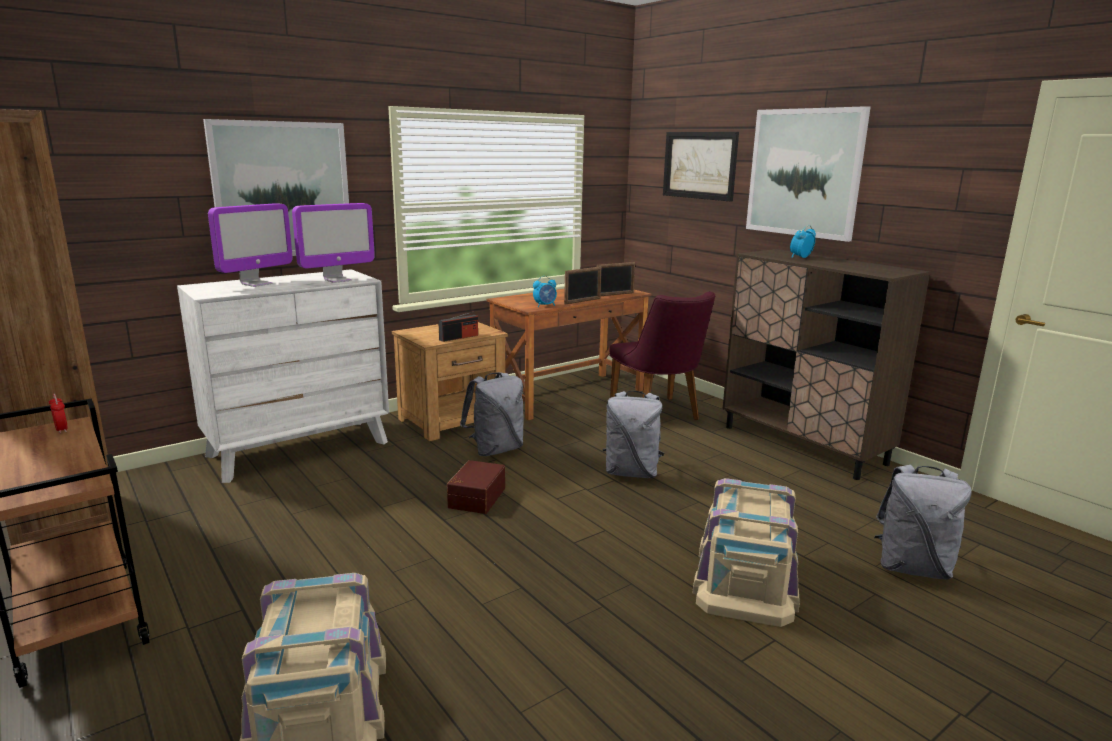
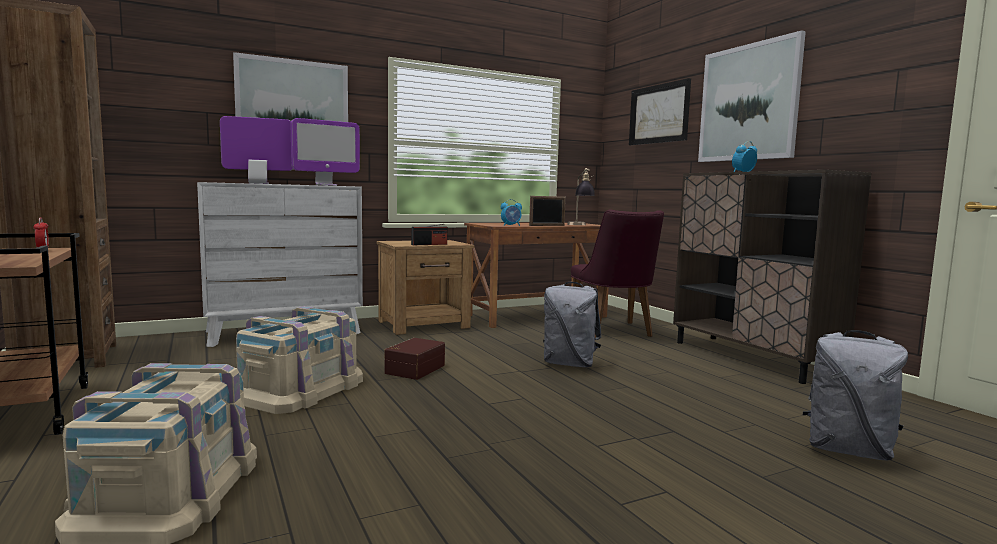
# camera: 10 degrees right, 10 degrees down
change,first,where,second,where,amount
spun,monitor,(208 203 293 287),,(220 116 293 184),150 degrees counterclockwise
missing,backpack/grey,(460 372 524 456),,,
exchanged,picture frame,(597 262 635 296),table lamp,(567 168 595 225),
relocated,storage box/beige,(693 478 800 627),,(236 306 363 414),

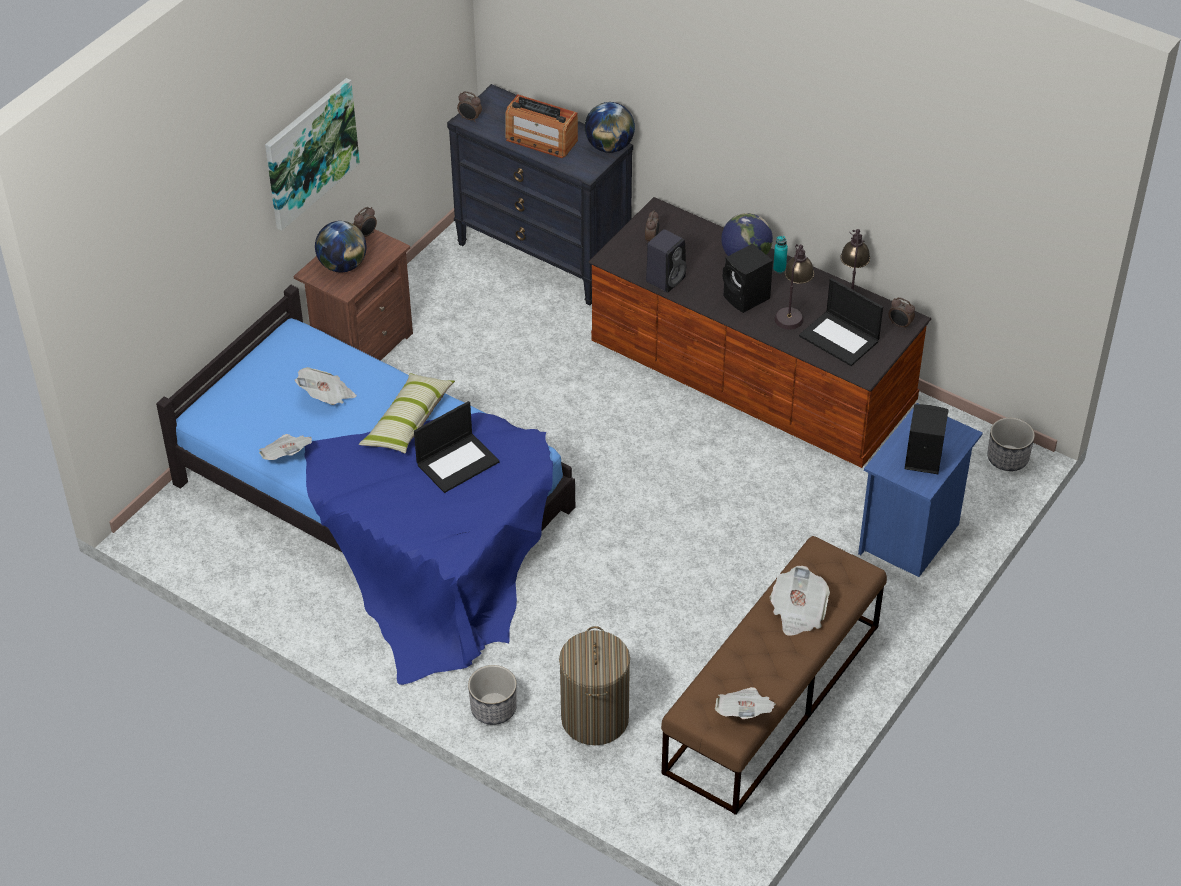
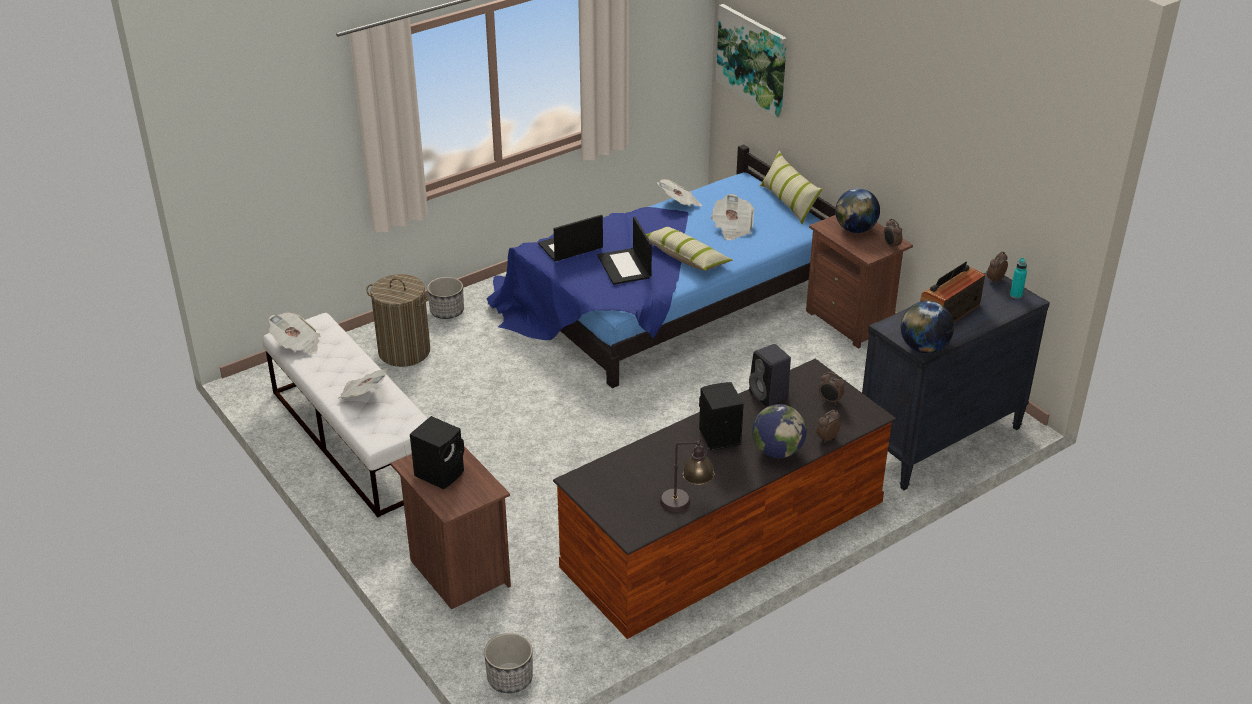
# camera: 110 degrees right, 10 degrees down
change,first,where,second,where,amount
relocated,picture,(265 78 360 231),,(716 4 787 118),
colour,bench/brown,(661 536 887 815),bench/white,(263 313 428 518),
relocated,bottle/turquoise,(773 236 788 273),,(1010 258 1027 299),
missing,table lamp,(775 244 814 330),,,
relocated,laptop,(799 278 883 366),,(538 215 603 262),
colour,nightstand/blue,(858 403 983 577),nightstand/brown,(391 446 511 609),
relocated,alarm clock,(889 297 915 330),,(816 410 841 443),
appeared,,,pillow,(760 151 823 224),

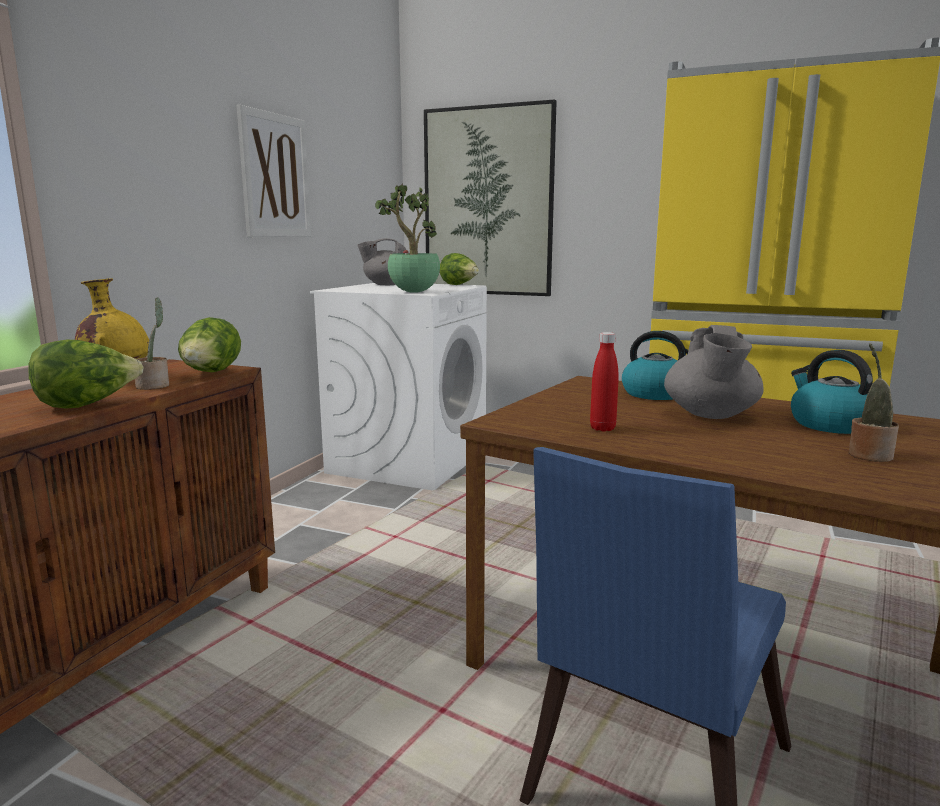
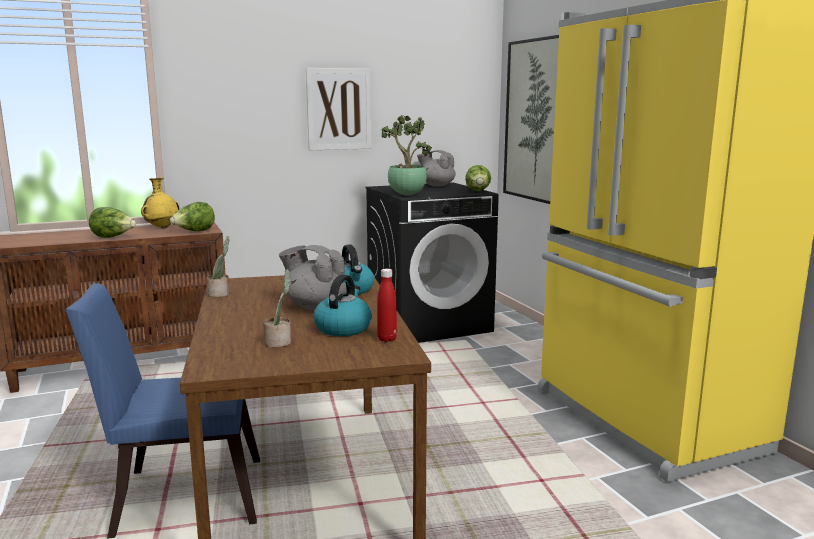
# camera: 45 degrees right, 0 degrees up
change,first,where,second,where,amount
relocated,potted plant,(135 297 169 390),,(207 236 230 297),
colour,washing machine/white,(310 283 487 491),washing machine/black,(365 182 499 343),
relocated,bottle/red,(590 332 619 431),,(377 269 397 342),
spun,teapot/grey,(664 325 763 419),,(279 245 347 310),60 degrees clockwise

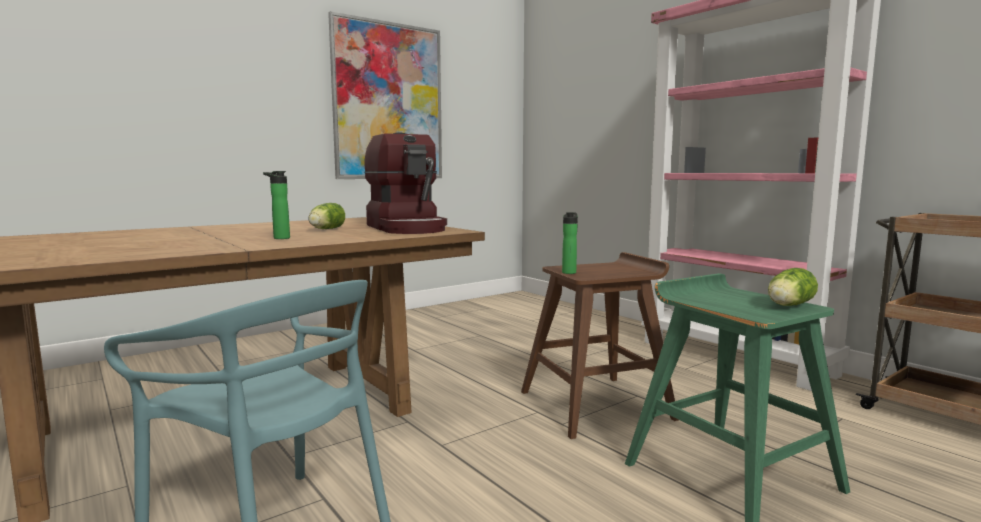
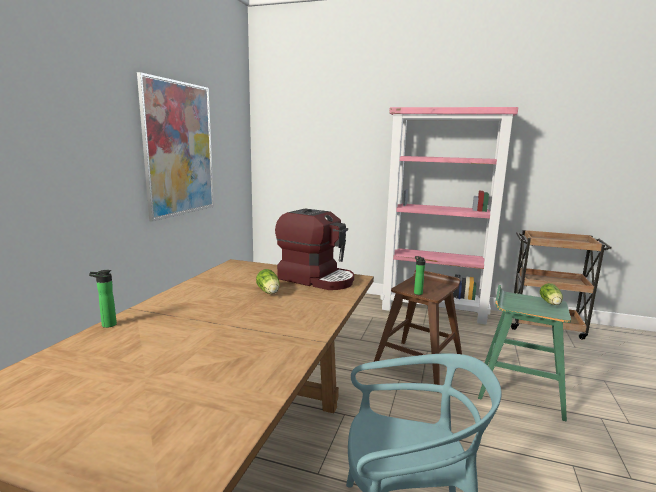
# camera: 35 degrees left, 5 degrees up
change,first,where,second,where,amount
relocated,bottle,(263 171 290 239),,(89 270 117 328),

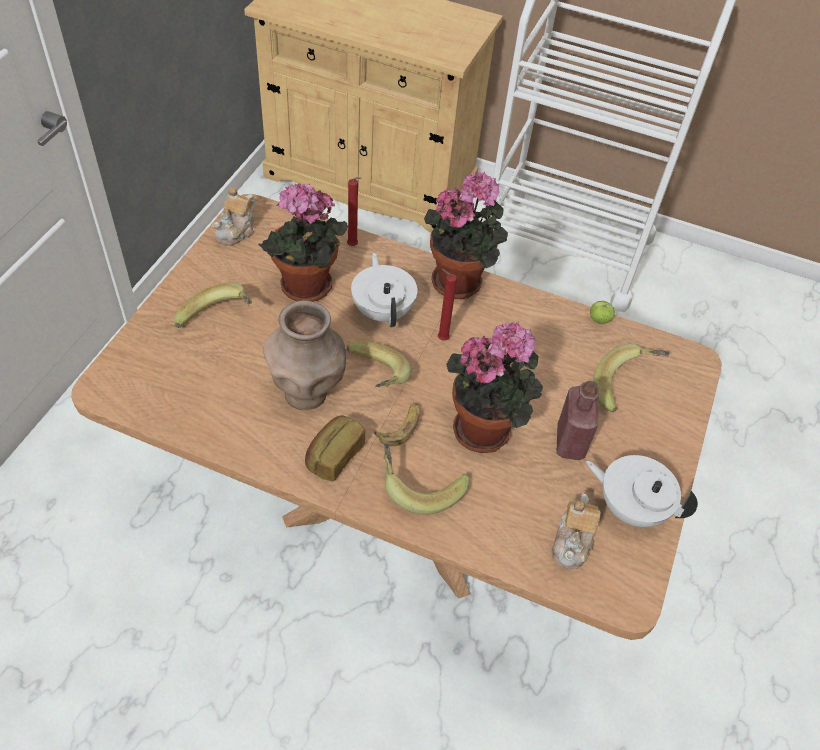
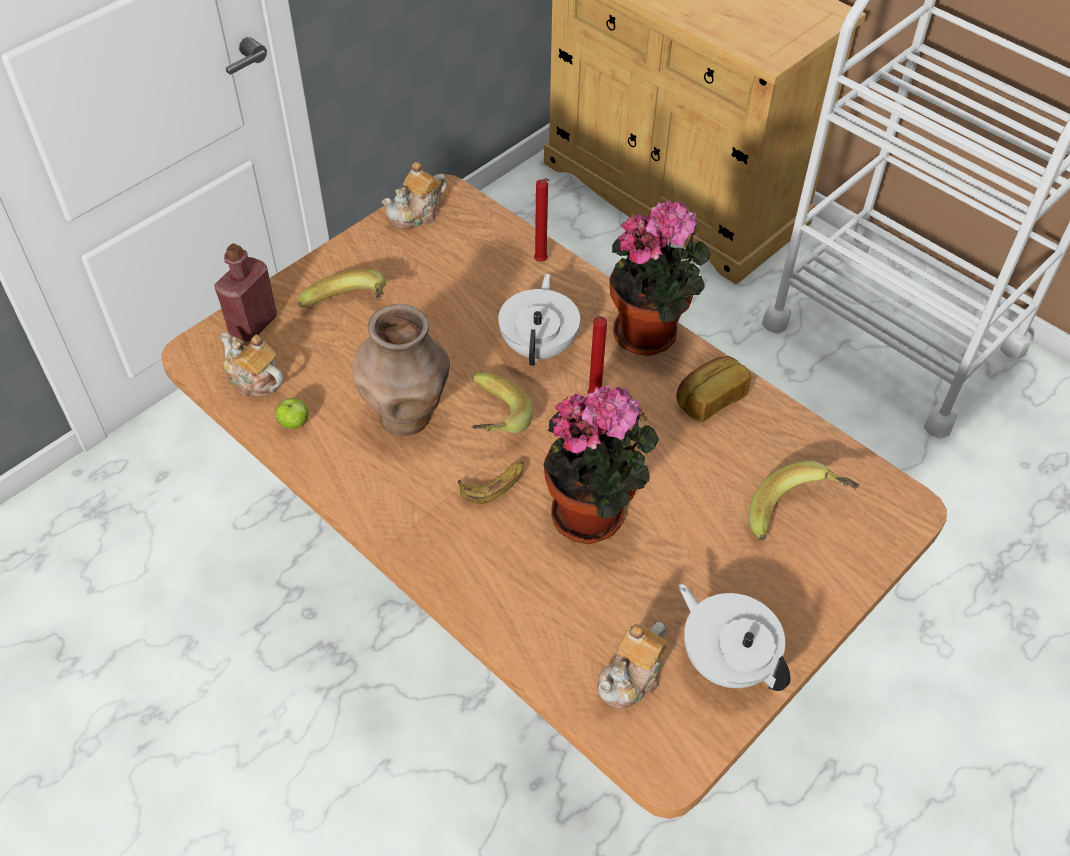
# camera: 25 degrees right, 0 degrees up
change,first,where,second,where,amount
missing,potted plant,(258 183 348 302),,,
relocated,bread,(305 416 365 481),,(676 356 751 423),
missing,banana,(384 444 469 514),,,
relocated,bottle/red,(556 381 599 460),,(214 243 278 341),
relocated,apple,(590 301 615 324),,(276 398 309 429),
appeared,,,teapot,(220 333 284 397),

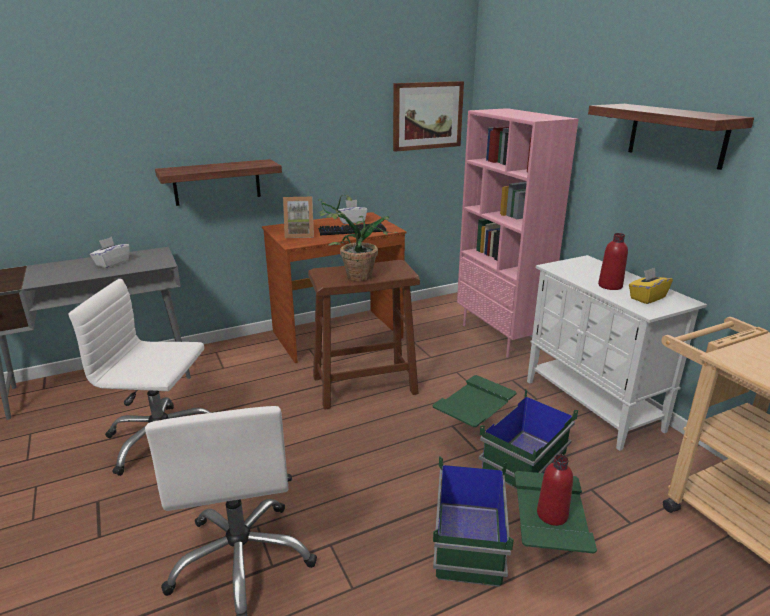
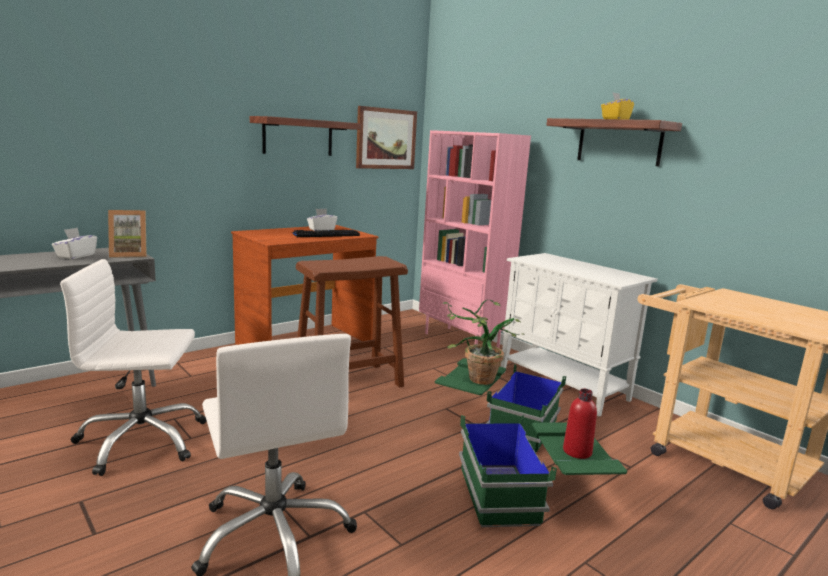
# camera: 15 degrees left, 10 degrees down
change,first,where,second,where,amount
relocated,shelf,(155 159 282 206),,(250 116 361 156),
relocated,picture frame,(283 197 314 238),,(108 210 147 258),
relocated,potted plant,(317 195 398 281),,(442 300 525 385),
missing,bottle/red,(598 233 628 290),,,
relocated,tissue box/yellow,(629 268 673 304),,(601 92 634 120),

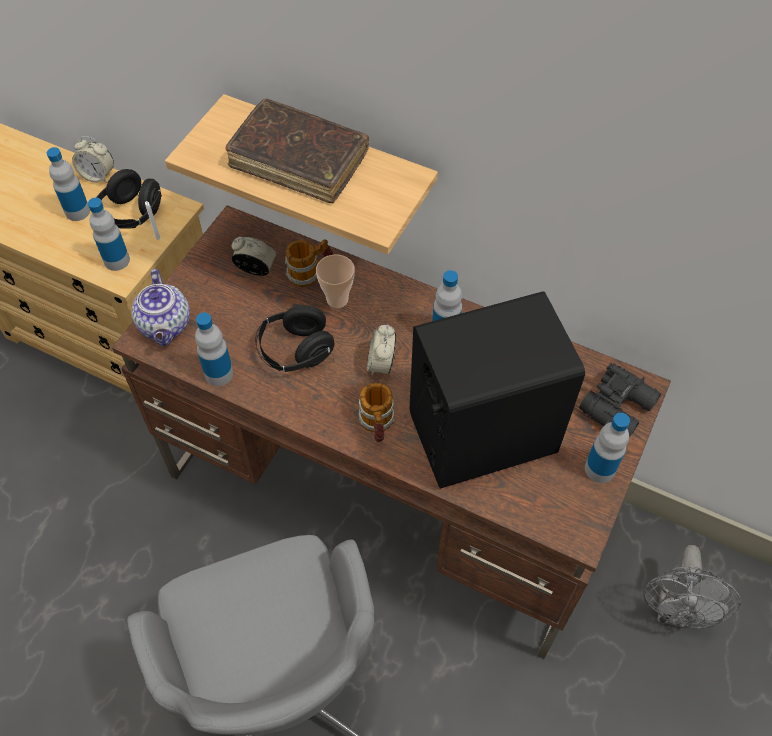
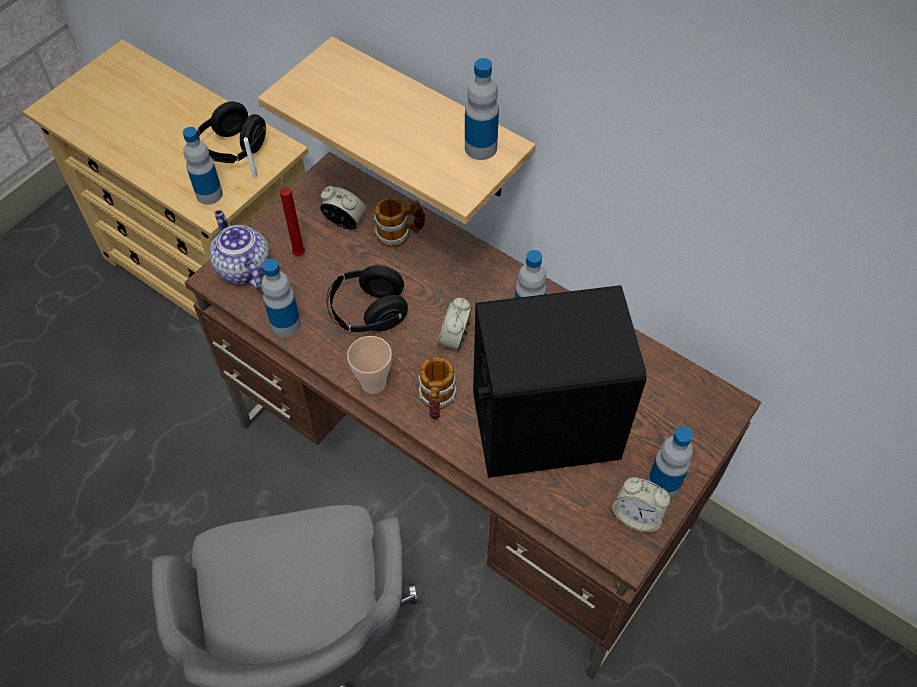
# camera: 10 degrees right, 0 degrees up
change,first,where,second,where,amount
relocated,bottle,(47 147 90 221),,(465 58 499 160),
relocated,alarm clock,(72 136 114 183),,(613 477 670 532),
spun,teapot,(131 269 190 346),,(210 210 270 290),150 degrees clockwise
missing,book/brown,(225 98 369 203),,,
relocated,cup,(316 254 355 308),,(347 336 392 394),
missing,binoculars/black,(579 363 661 437),,,
missing,fan/grey,(643 545 741 629),,,
appeared,,,candle/red,(280 175 305 256),

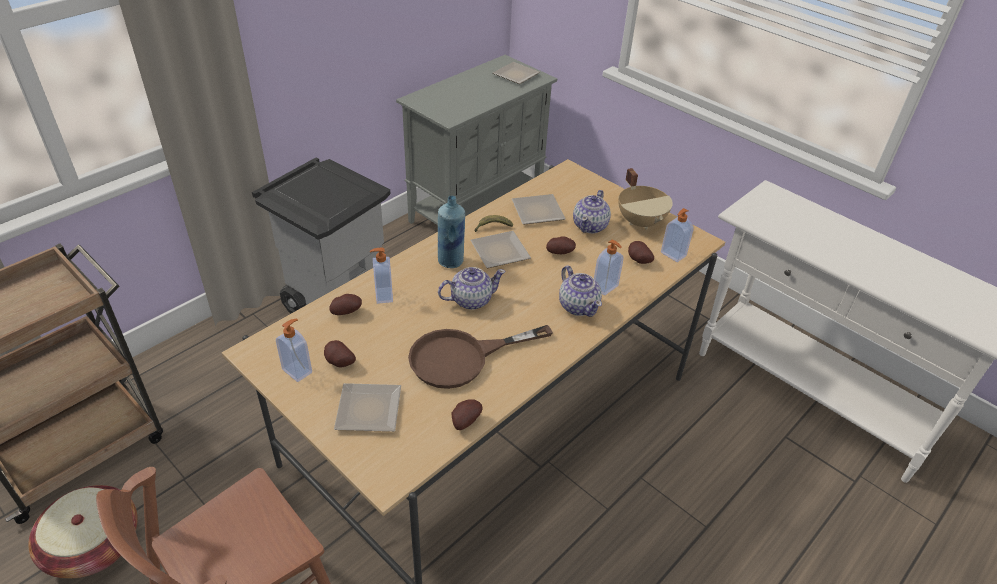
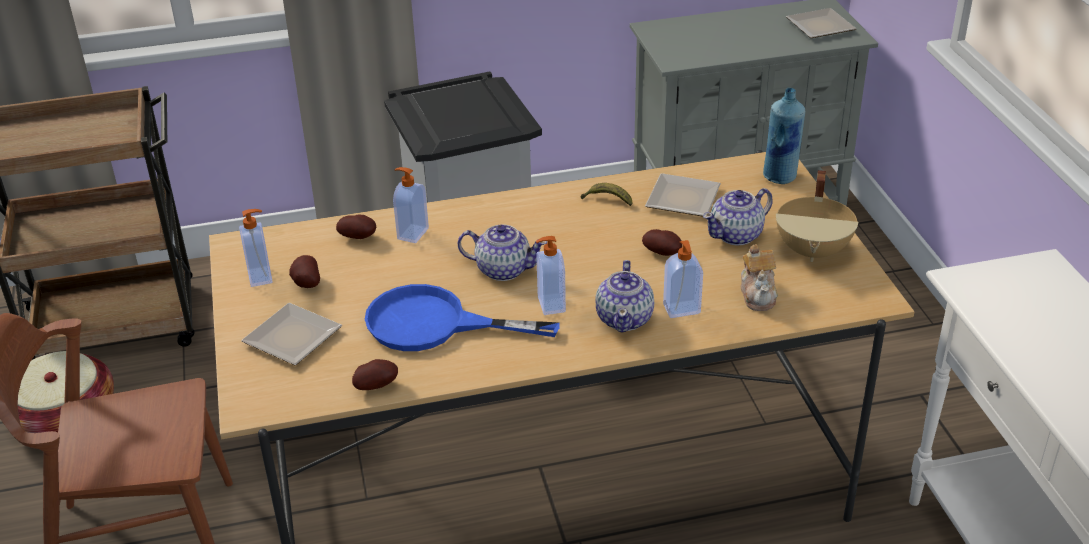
# camera: 35 degrees right, 5 degrees down
change,first,where,second,where,amount
colour,frying pan/brown,(408 325 553 389),frying pan/blue,(365 284 559 351),
relocated,bottle/blue,(438 196 465 268),,(763 88 805 184),
missing,plate,(470 231 531 268),,,
exchanged,potato,(628 241 654 264),teapot,(741 244 778 311),
relocated,soap dispenser,(661 208 693 262),,(536 236 566 315),

